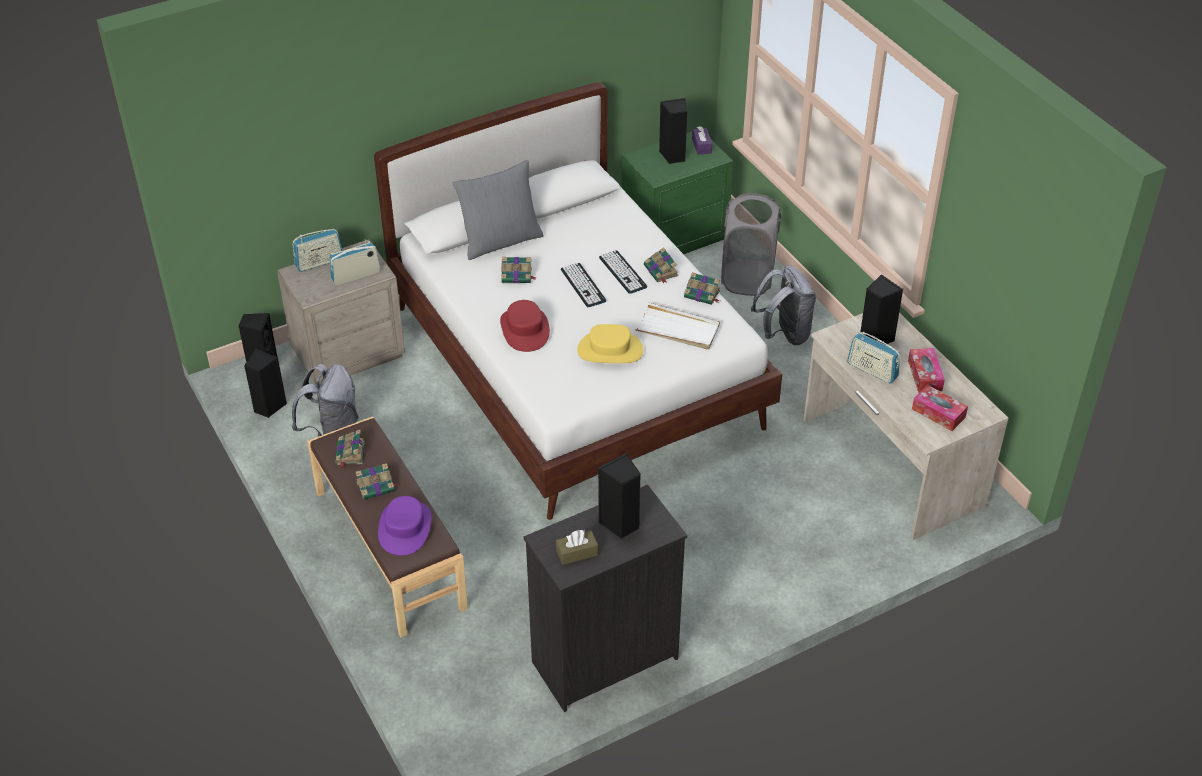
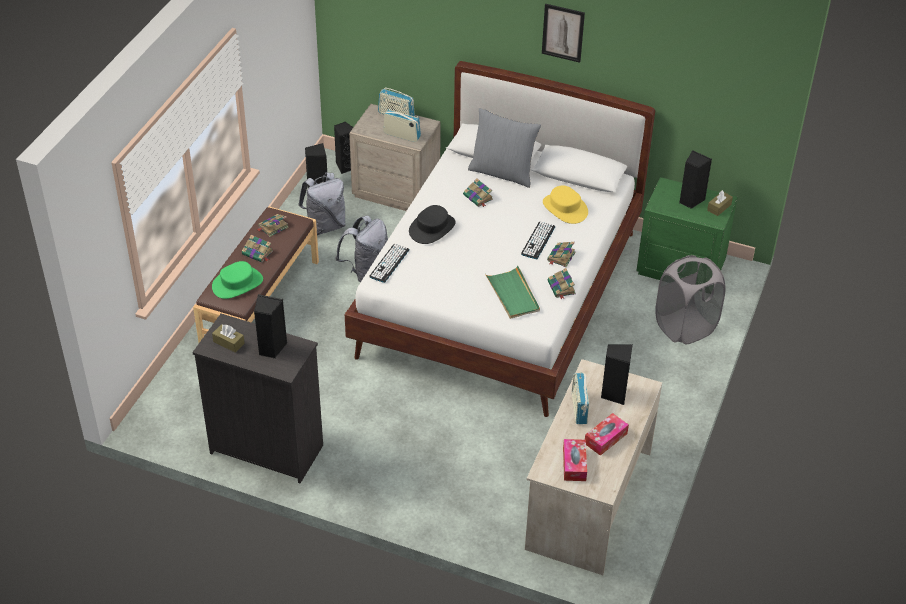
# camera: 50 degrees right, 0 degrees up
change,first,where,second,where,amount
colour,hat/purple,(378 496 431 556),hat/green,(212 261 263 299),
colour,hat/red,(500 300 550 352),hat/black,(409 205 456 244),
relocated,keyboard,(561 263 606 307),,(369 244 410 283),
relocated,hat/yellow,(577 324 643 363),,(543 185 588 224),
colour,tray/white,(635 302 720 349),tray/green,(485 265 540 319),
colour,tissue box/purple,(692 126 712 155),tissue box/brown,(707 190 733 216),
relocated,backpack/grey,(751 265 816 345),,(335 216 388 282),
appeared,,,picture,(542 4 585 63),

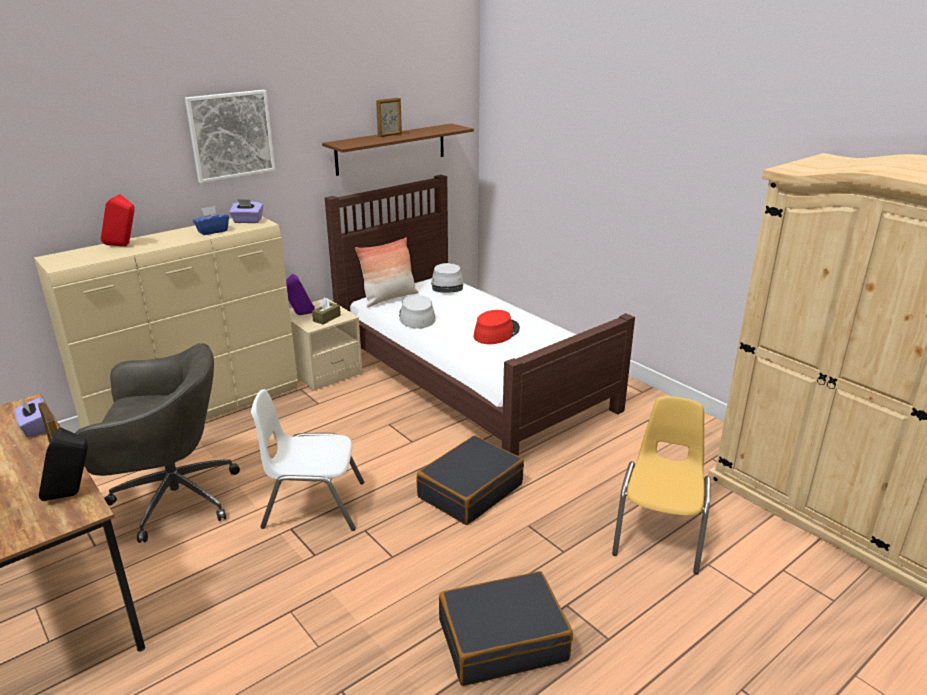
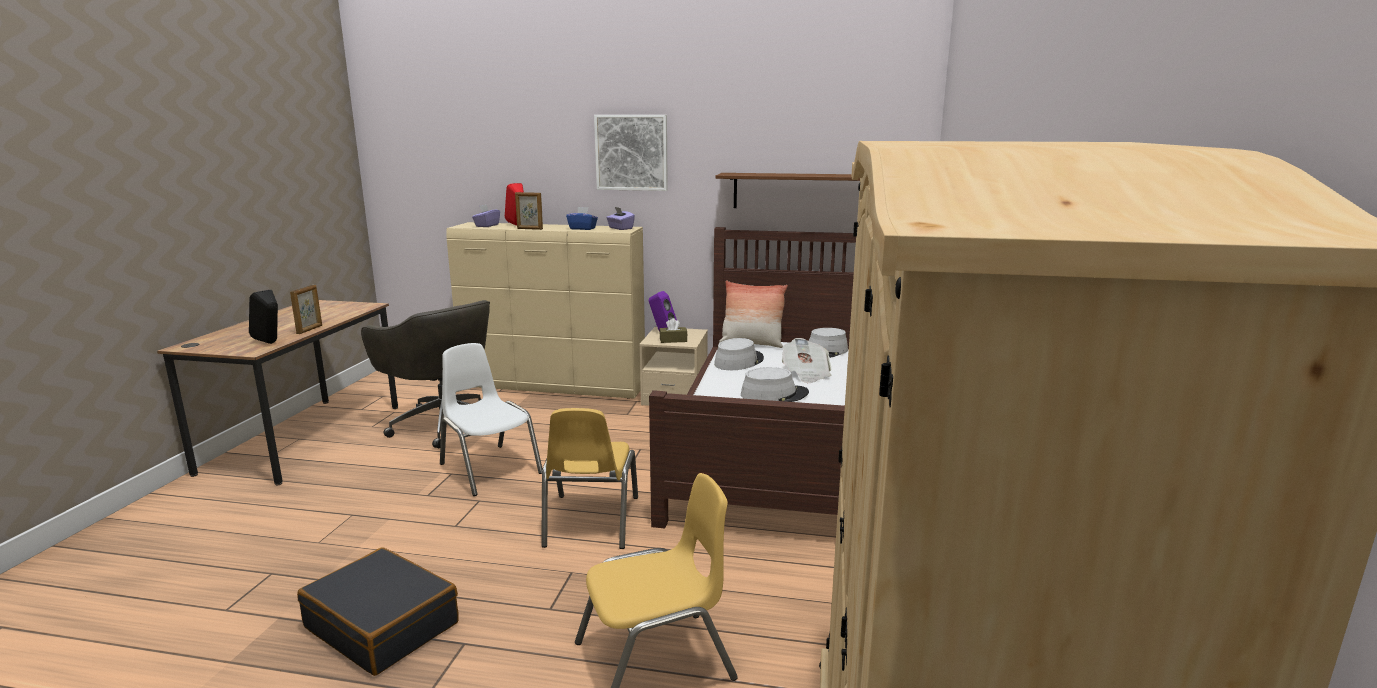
# camera: 50 degrees right, 10 degrees down
change,first,where,second,where,amount
relocated,tissue box/purple,(15 397 46 437),,(472 204 500 227),
relocated,picture frame,(376 98 402 137),,(515 192 543 230),
exchanged,suitcase/black,(417 436 524 525),chair/yellow,(541 408 638 549),
colour,hat/red,(474 310 520 344),hat/grey,(741 367 809 402),
appeared,,,newspaper,(782 338 832 383),

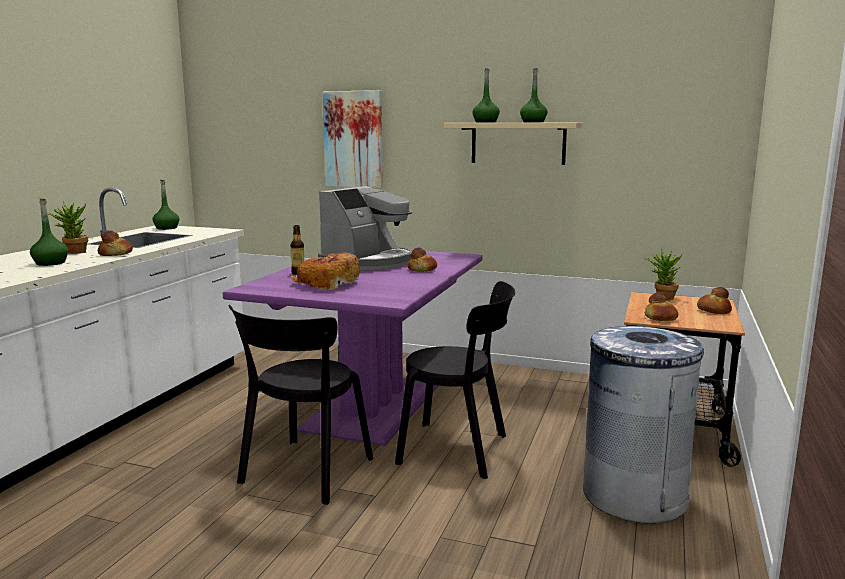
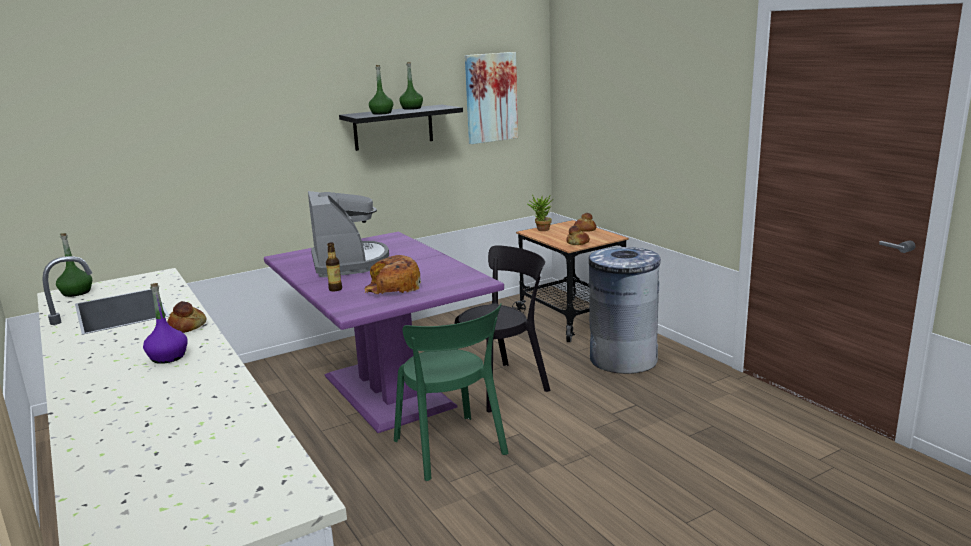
# camera: 50 degrees left, 5 degrees up
change,first,where,second,where,amount
colour,bottle/green,(30 199 68 266),bottle/purple,(143 283 188 364),
missing,potted plant,(47 202 88 254),,,
colour,chair/black,(229 305 373 505),chair/green,(394 303 509 481),
relocated,picture,(323 90 383 188),,(465 52 518 144),
missing,bread,(408 247 437 271),,,
colour,shelf/beige,(444 123 583 165),shelf/black,(339 105 463 151),

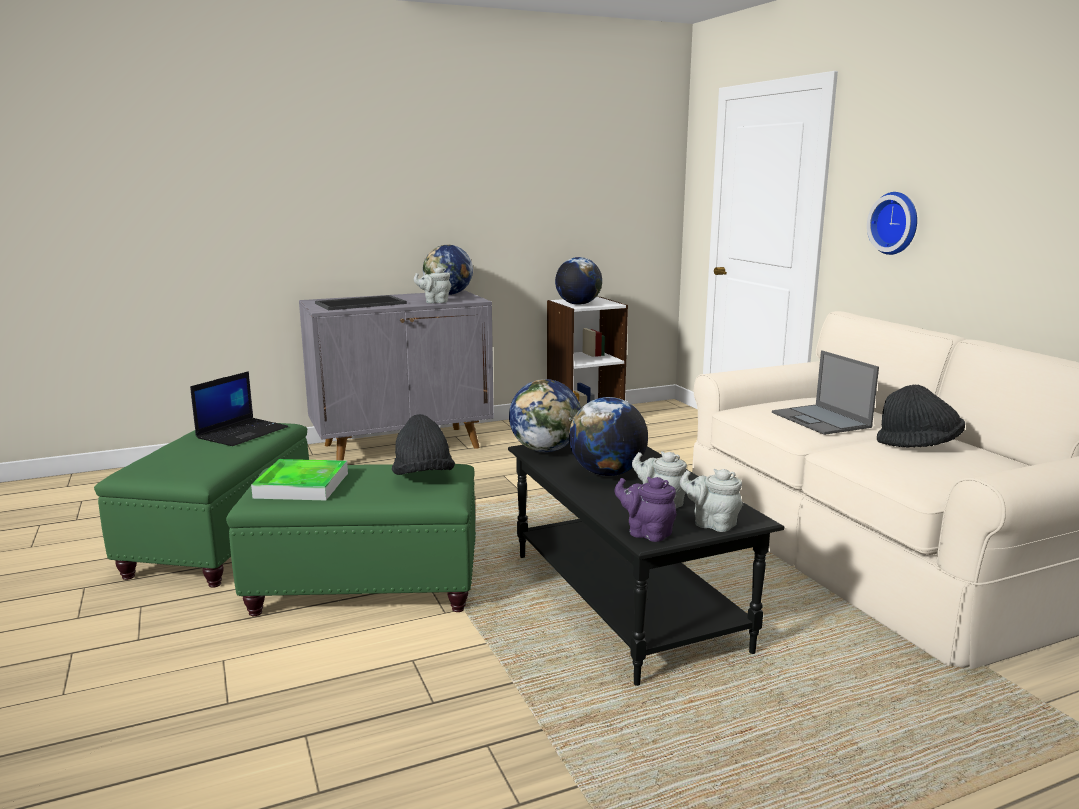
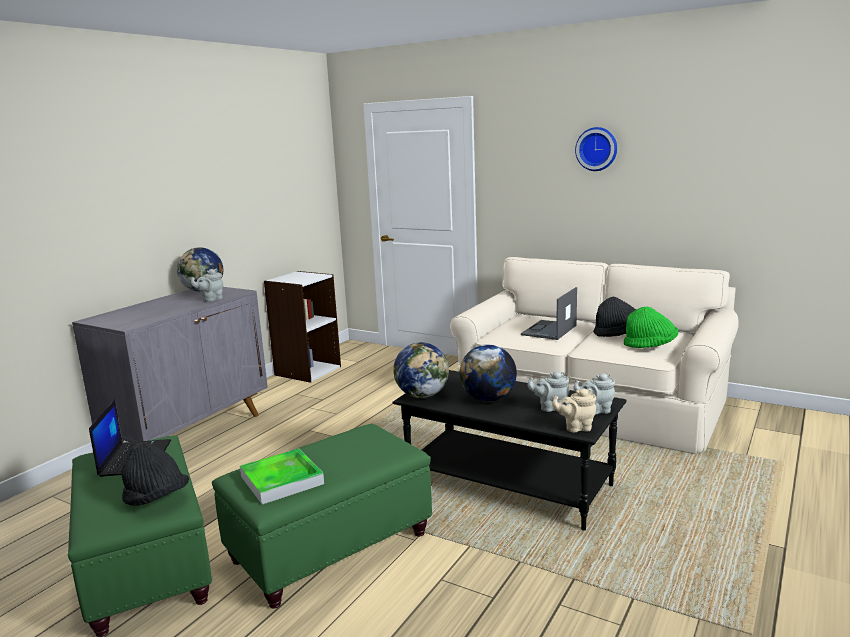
# camera: 35 degrees left, 0 degrees up
change,first,where,second,where,amount
missing,tray,(315 295 407 310),,,
relocated,hat/black,(392 414 455 475),,(121 442 189 506),
missing,globe,(555 257 602 305),,,
colour,teapot/purple,(614 477 676 542),teapot/beige,(552 389 596 432),
spun,laptop,(772 350 879 435),,(521 287 577 340),90 degrees clockwise
relocated,wall clock,(867 192 917 255),,(575 127 617 171),
appeared,,,hat/green,(624 307 678 348),

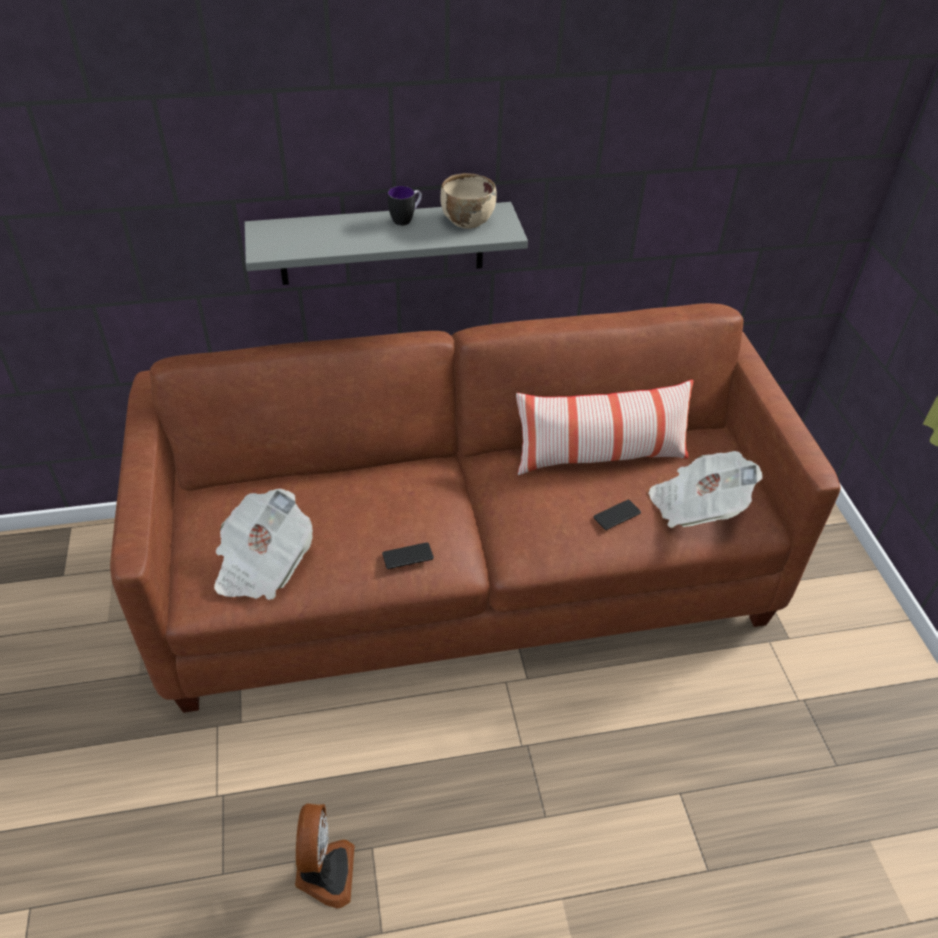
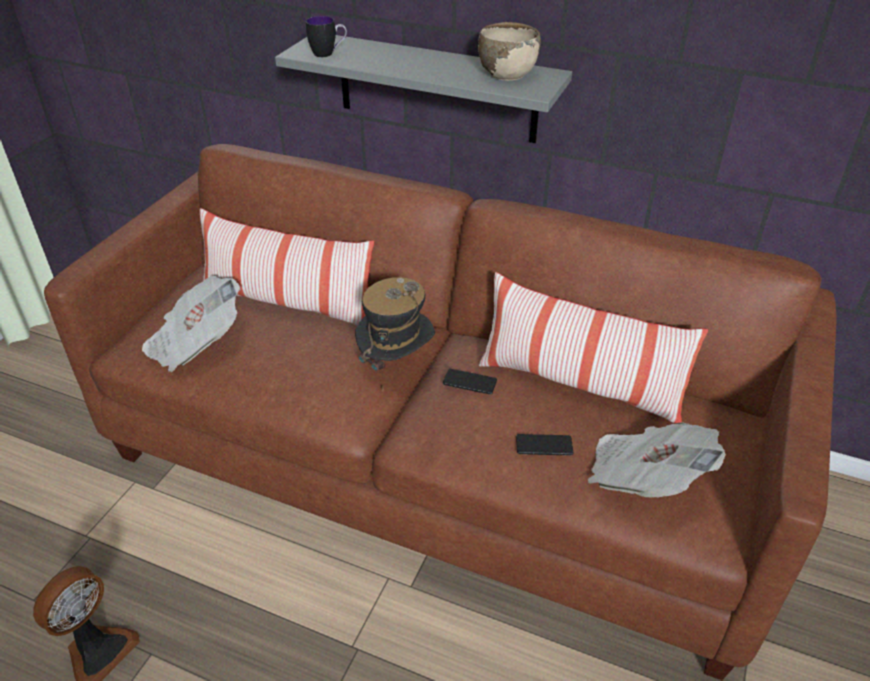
# camera: 35 degrees right, 5 degrees down
change,first,where,second,where,amount
relocated,phone,(382 542 434 569),,(443 369 497 395),
relocated,mug,(388 186 422 226),,(306 16 347 57),
appeared,,,pillow,(200 208 374 325),
appeared,,,hat,(355 277 435 391),

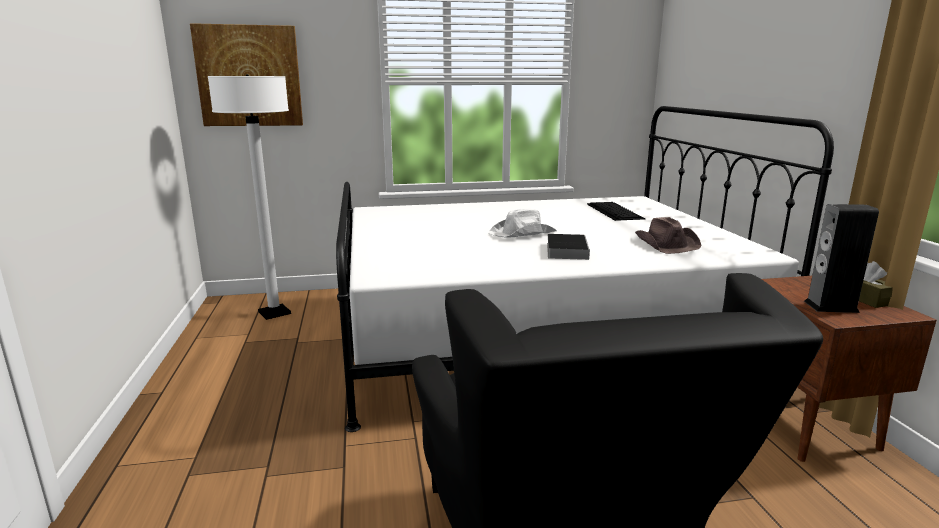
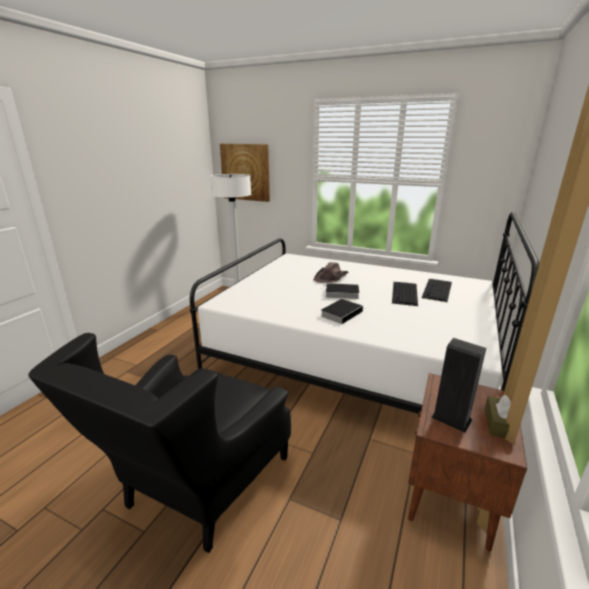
# camera: 35 degrees right, 5 degrees up
change,first,where,second,where,amount
exchanged,hat/white,(488 208 557 238),book,(321 283 359 299),
relocated,hat/brown,(635 217 702 254),,(314 262 348 283),
appeared,,,keyboard,(392 282 418 306),

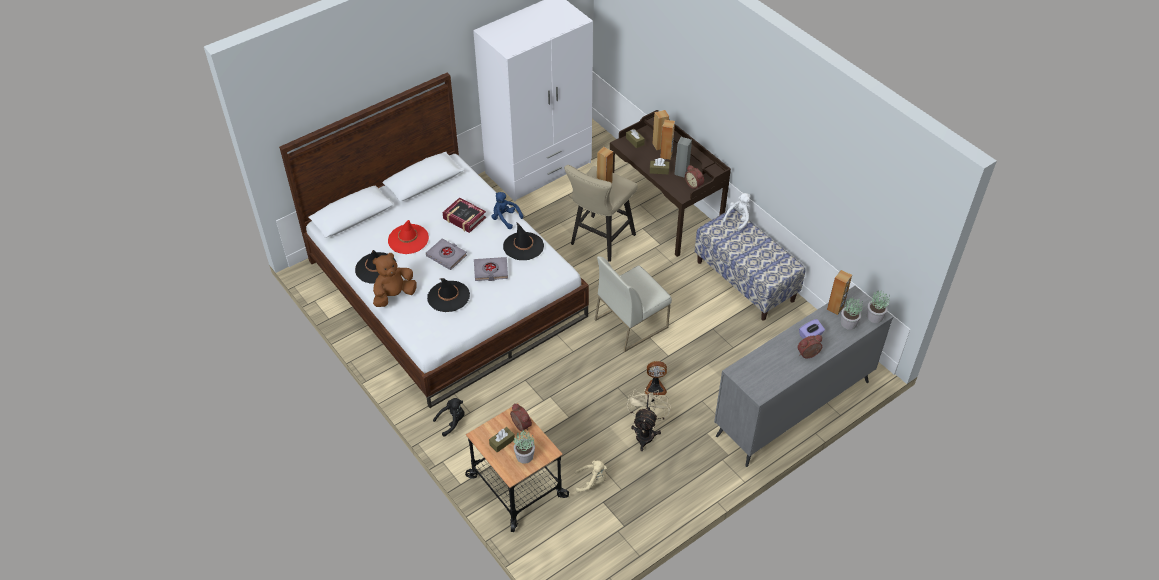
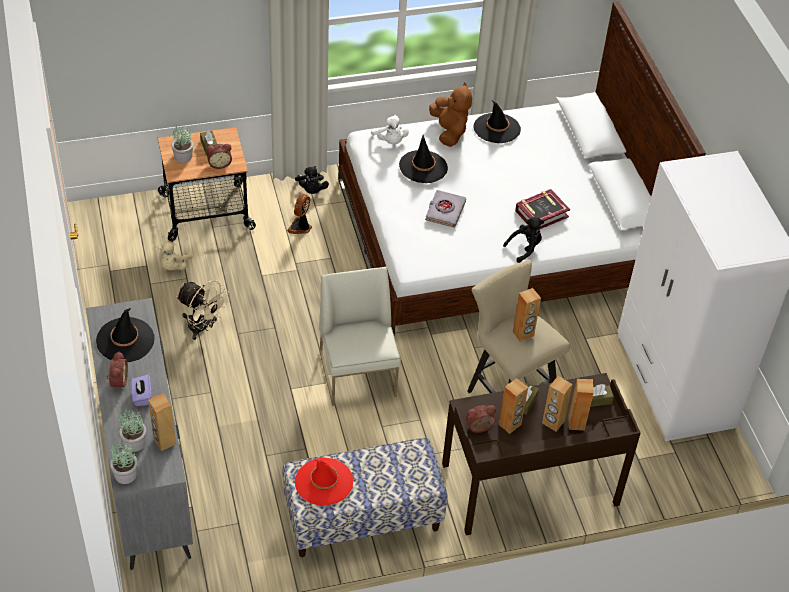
# camera: 110 degrees right, 0 degrees up
change,first,where,second,where,amount
relocated,hat/red,(388 220 429 254),,(295 458 353 506),
missing,book/grey,(426 238 467 270),,,
colour,plush toy/blue,(492 192 523 229),plush toy/black,(503 217 544 263),
relocated,hat/black,(503 222 544 260),,(96 308 154 362),
relocated,fan,(645 361 667 395),,(287 194 312 234),
colour,speaker/grey,(674 137 692 178),speaker/brown,(498 378 528 434),
relocated,plush toy/white,(723 193 751 231),,(371 115 409 144),

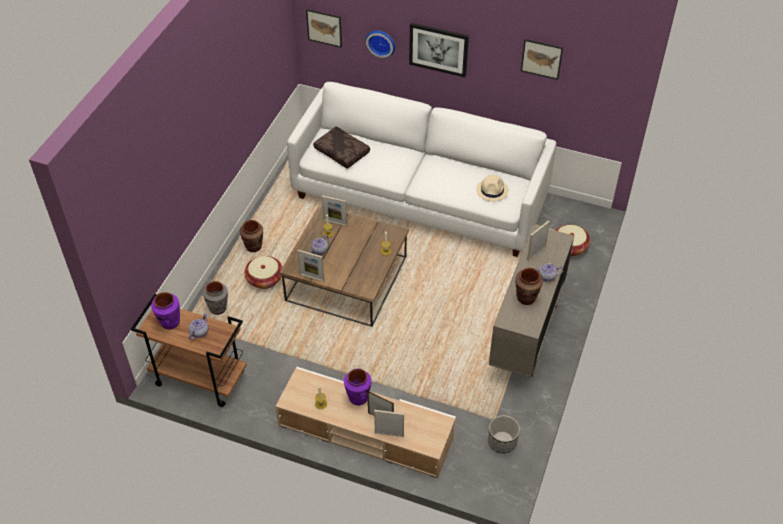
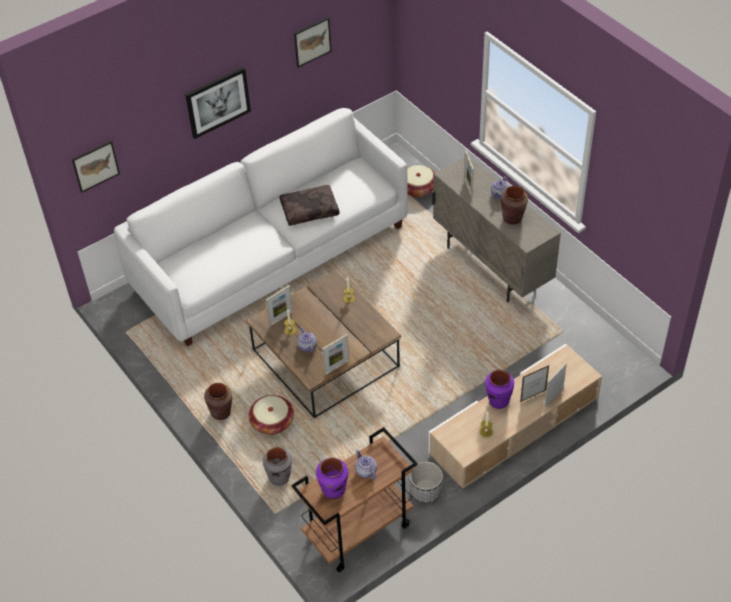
# camera: 55 degrees left, 0 degrees up
change,first,where,second,where,amount
relocated,pillow/brown,(313 126 370 169),,(280 185 340 226),
missing,wall clock,(366 30 395 58),,,
missing,hat/beige,(476 175 509 202),,,
relocated,planter,(488 415 520 453),,(409 462 443 503),

